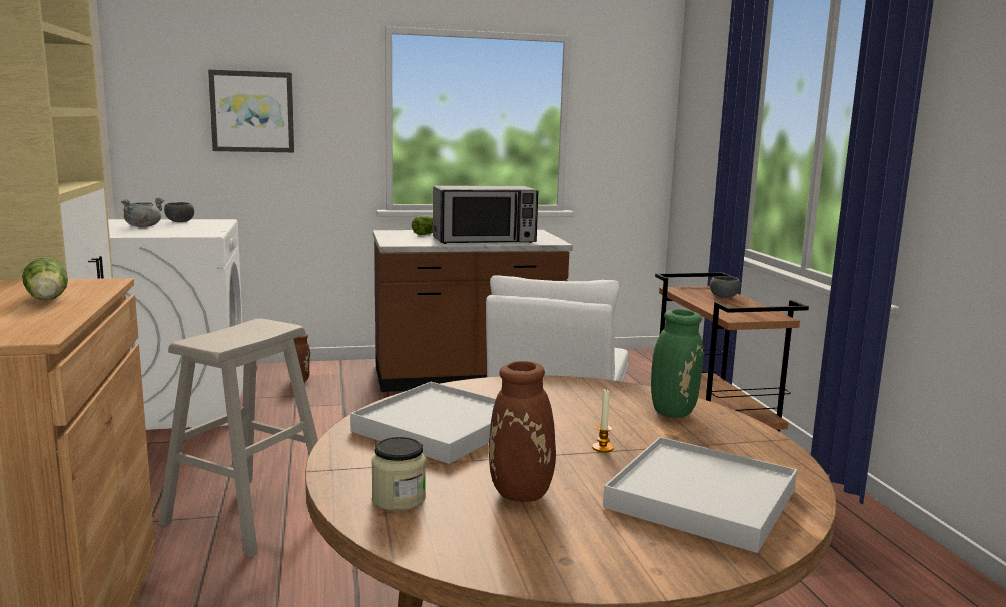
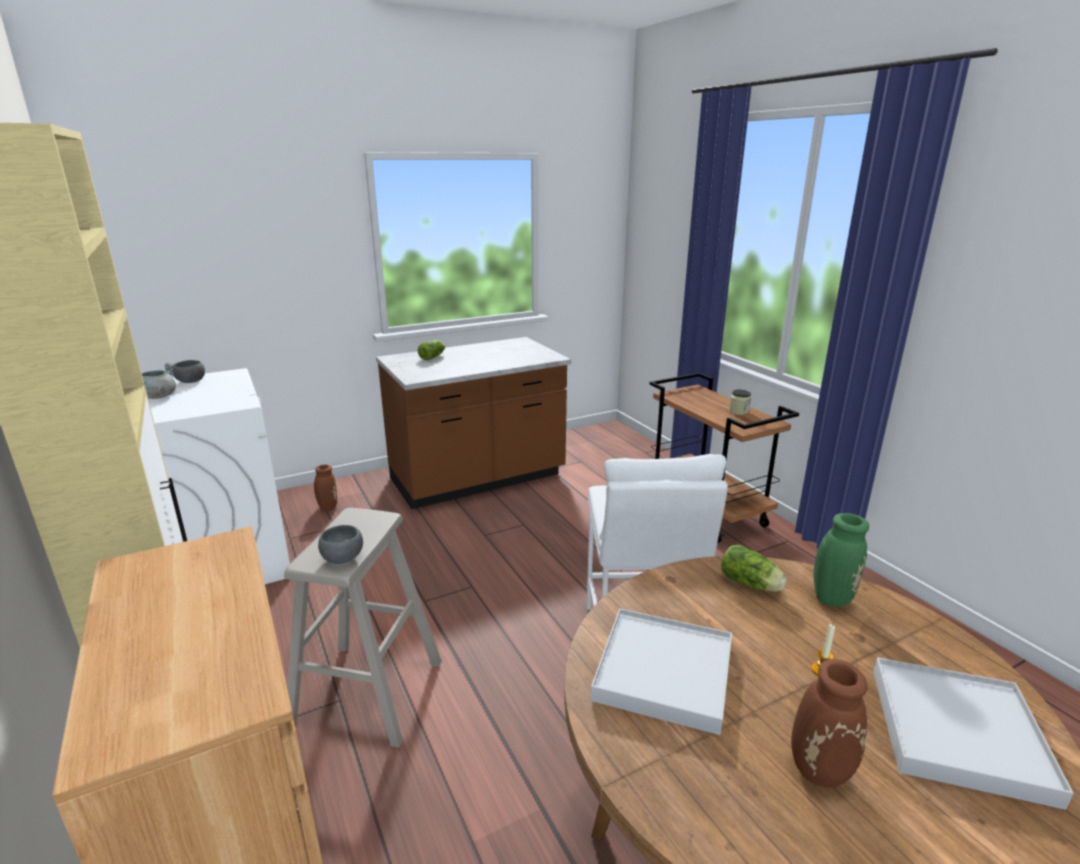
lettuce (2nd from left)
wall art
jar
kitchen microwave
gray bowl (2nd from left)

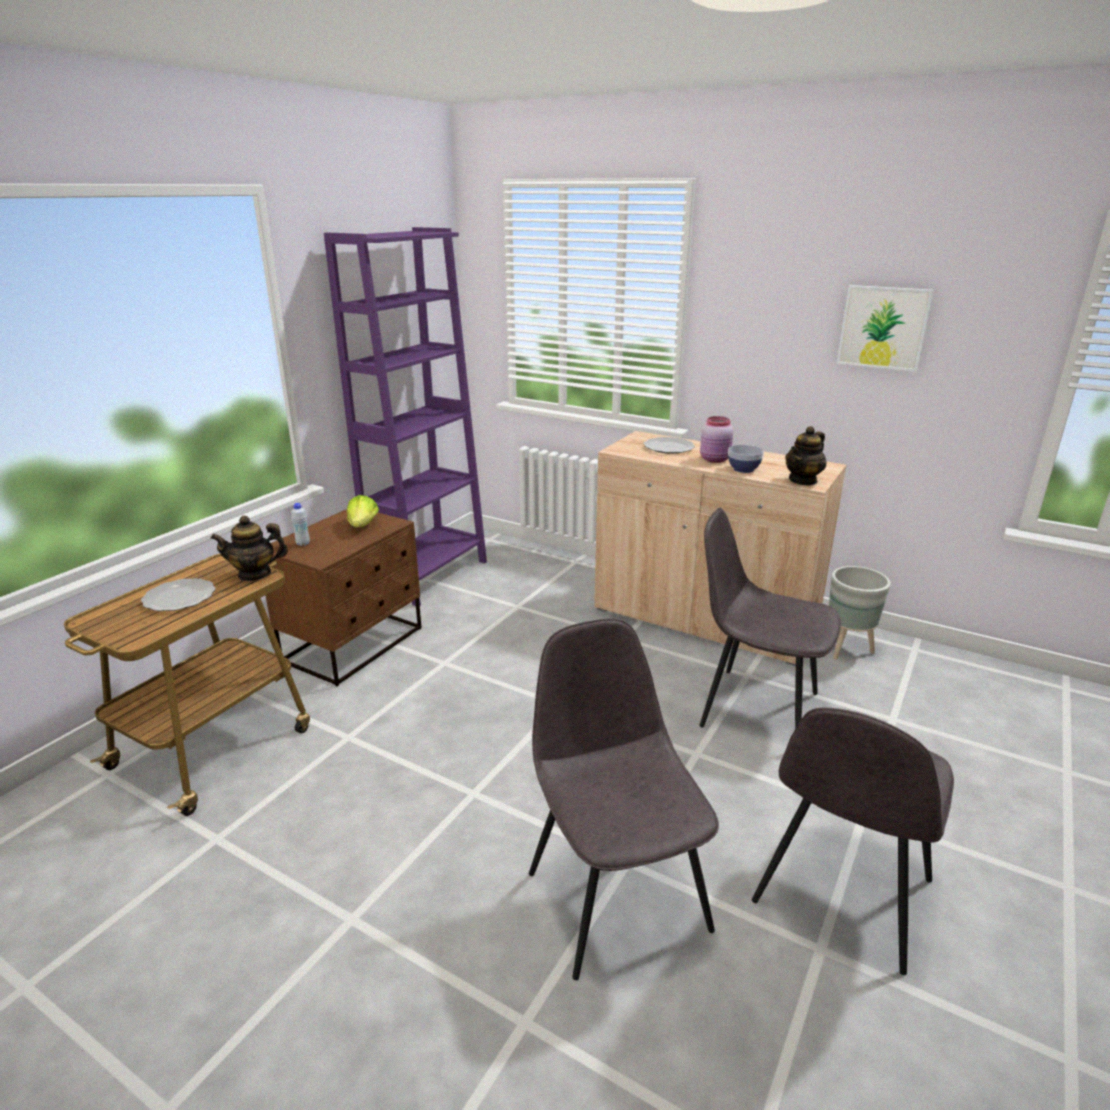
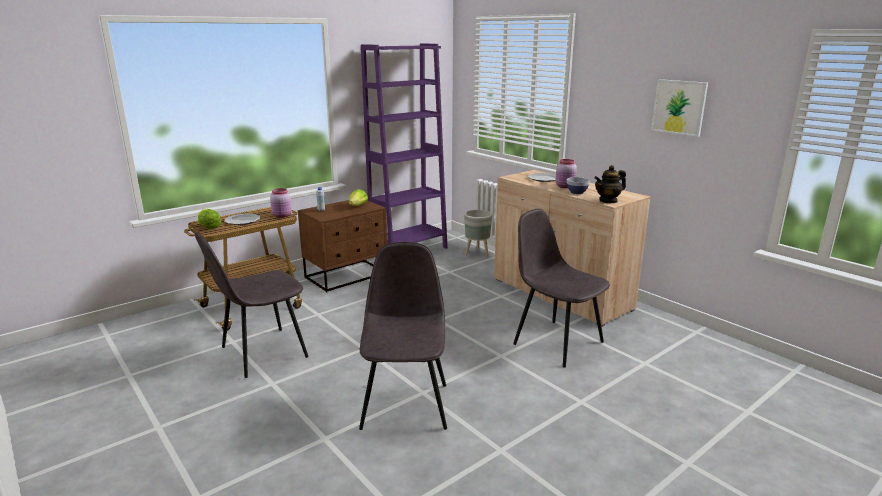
pink-coloured jar (1st from left)
gray upright chair (1st from left)
gray plant pot
lettuce (1st from left)

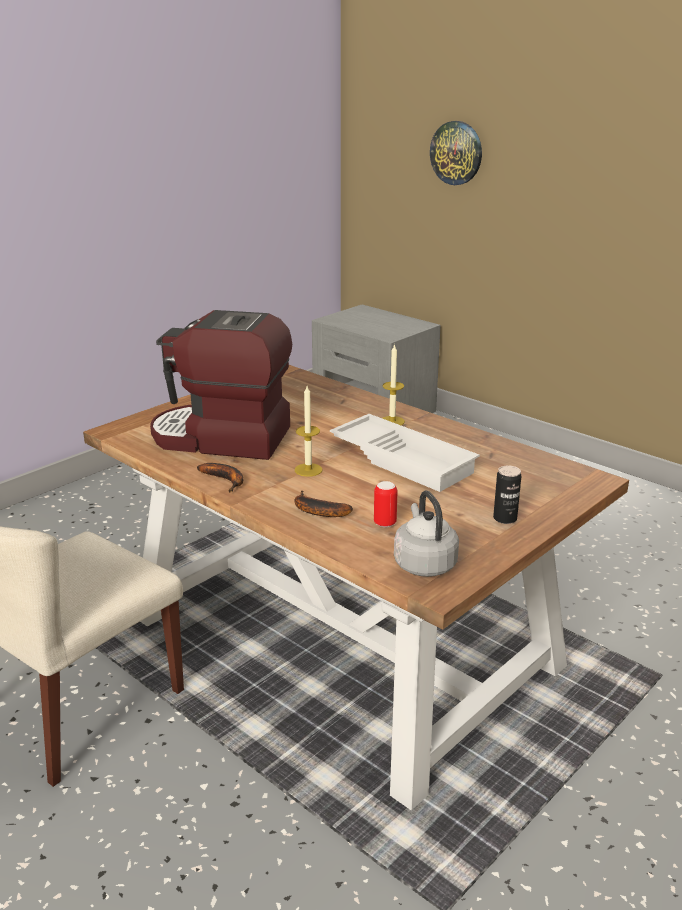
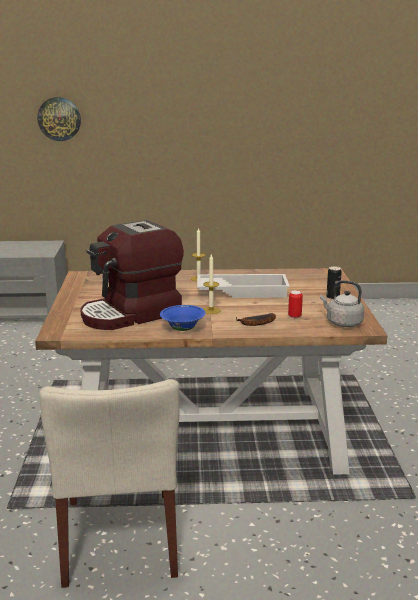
blue bowl

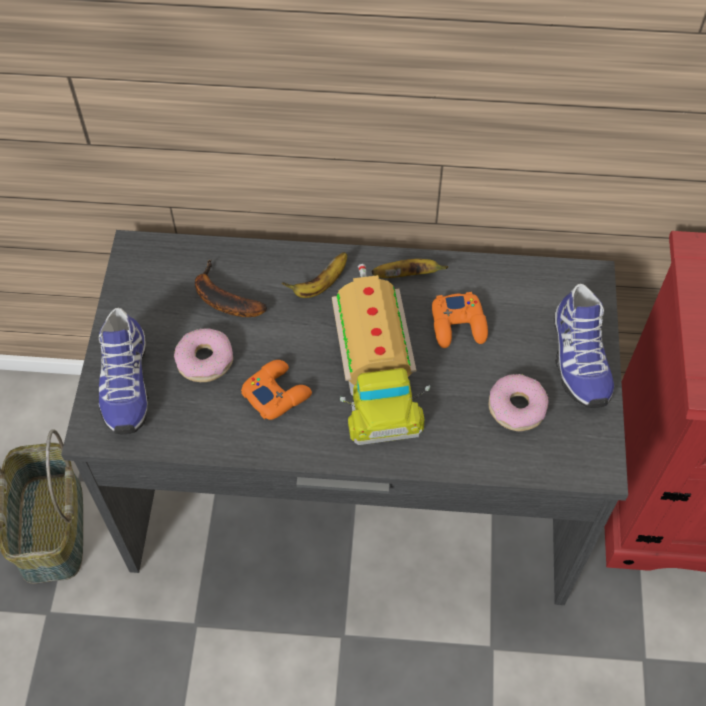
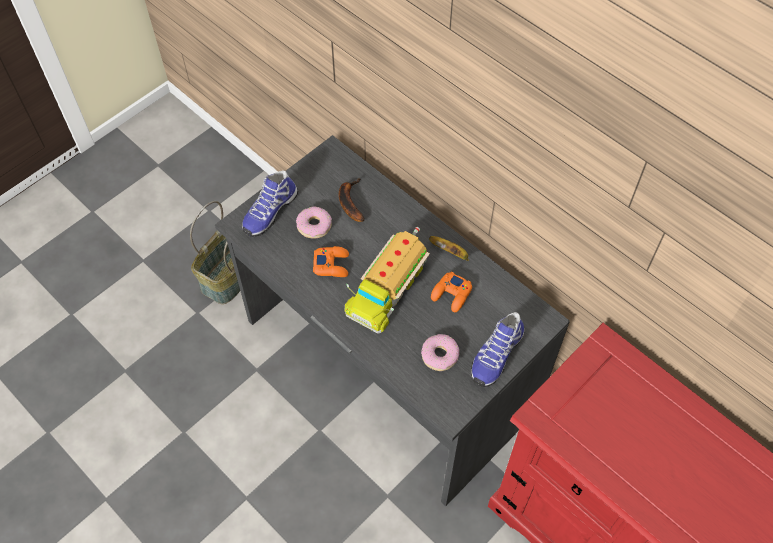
banana (2nd from left in the first image)

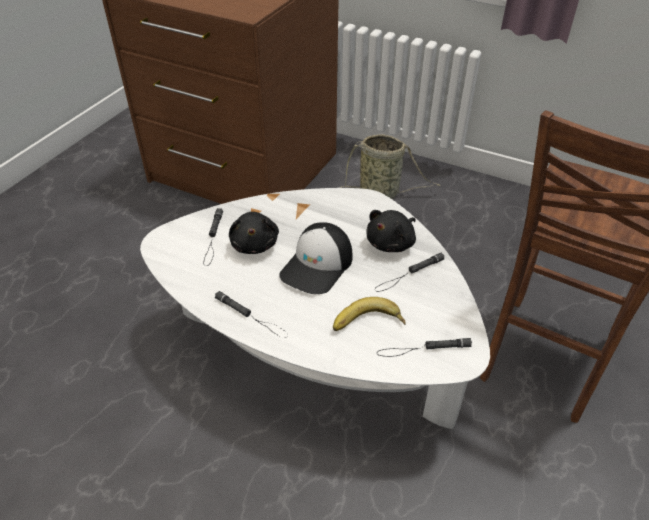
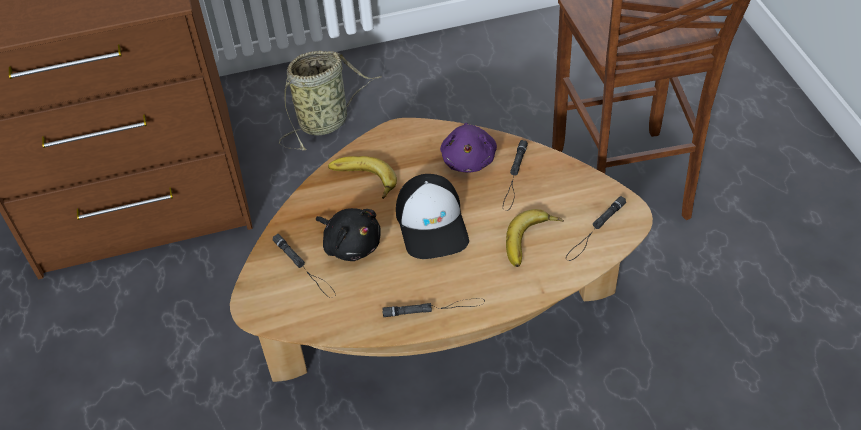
brown-coloured lounge table
purple soft toy
banana (1st from left)

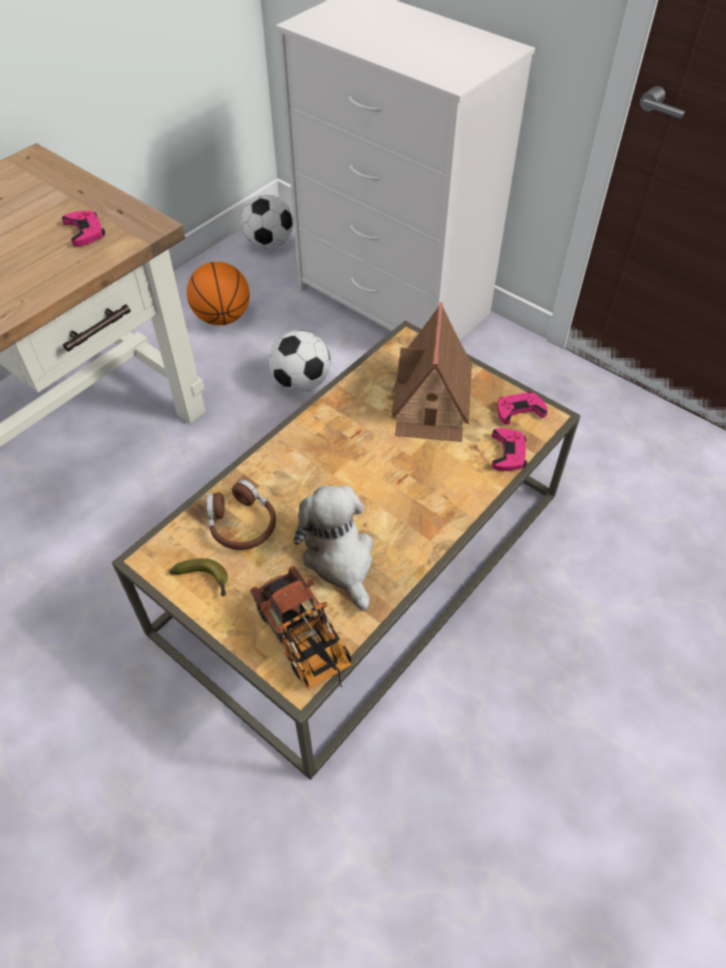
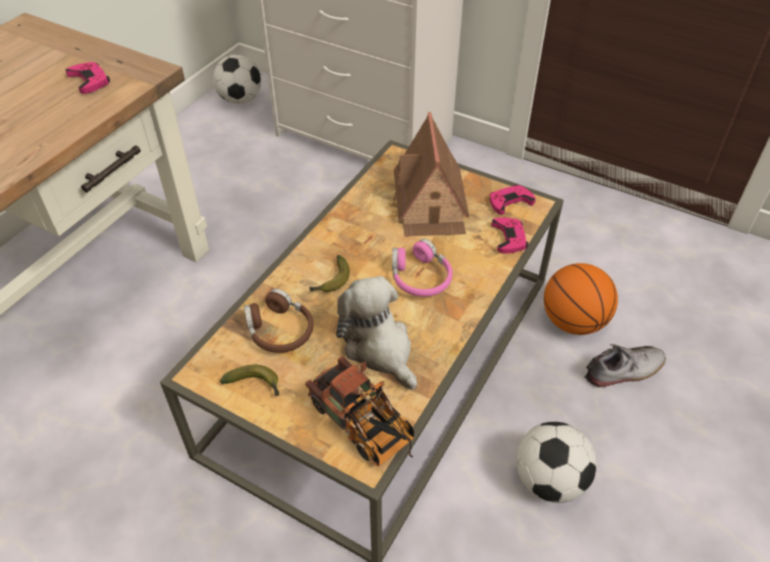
basketball ball
football (2nd from left)
banana (2nd from left)
pink-coloured headset
shoe

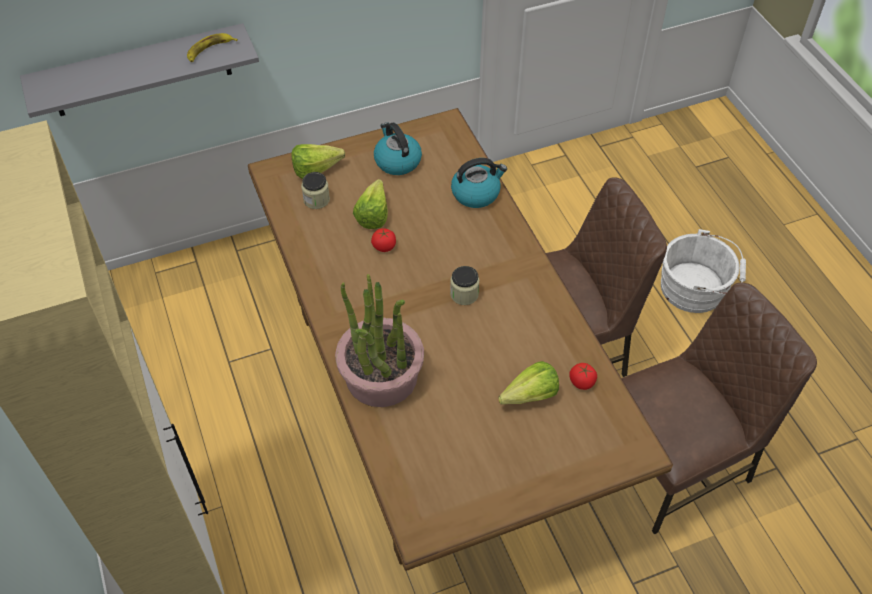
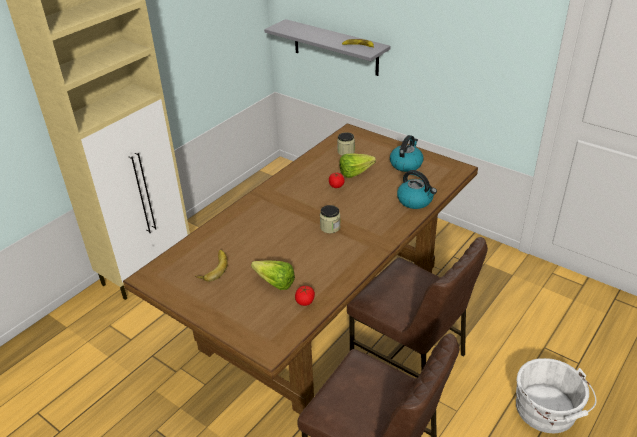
lettuce (1st from left in the first image)
potted plant
banana (1st from left)

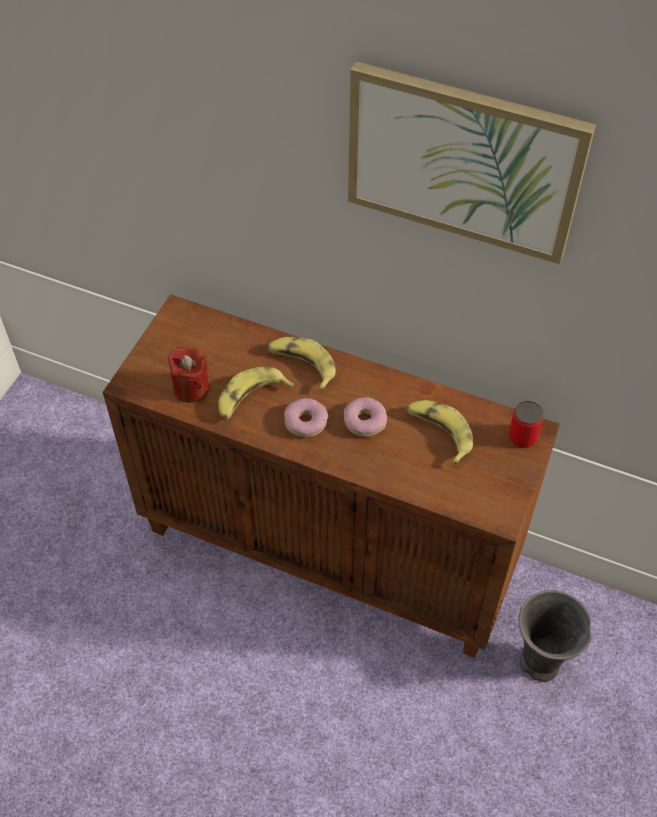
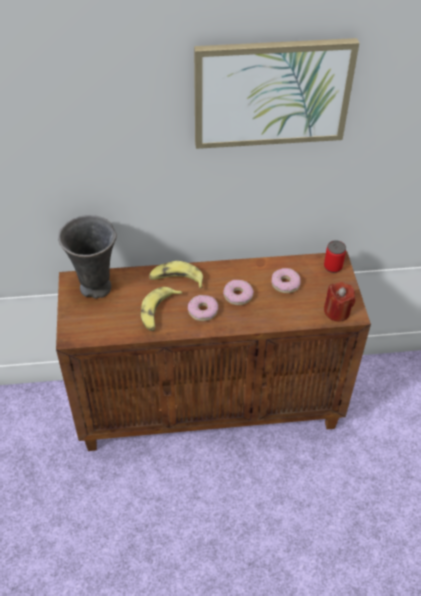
red-coloured wax light
doughnut (3rd from left)
gray decorative vase

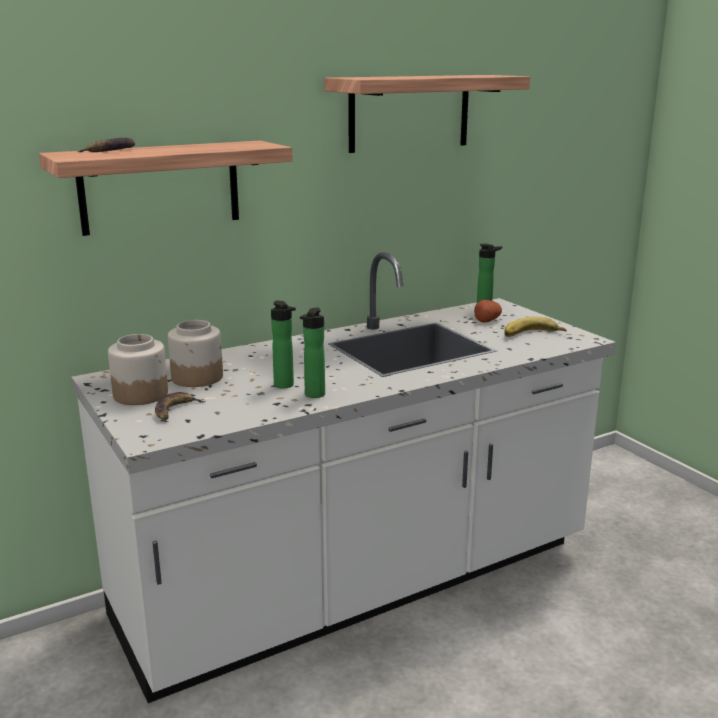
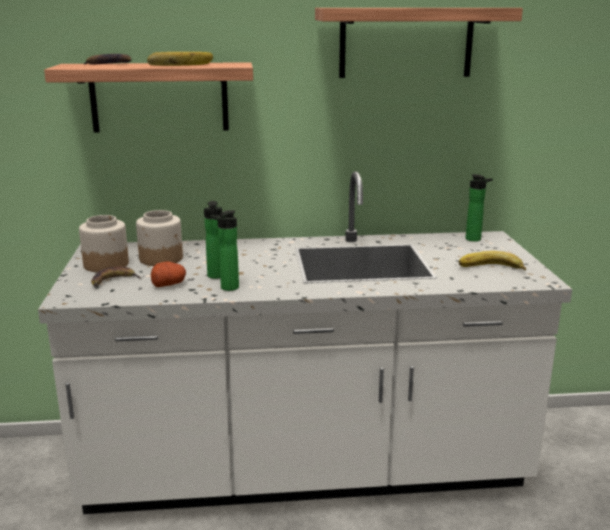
potato
banana (3rd from left)

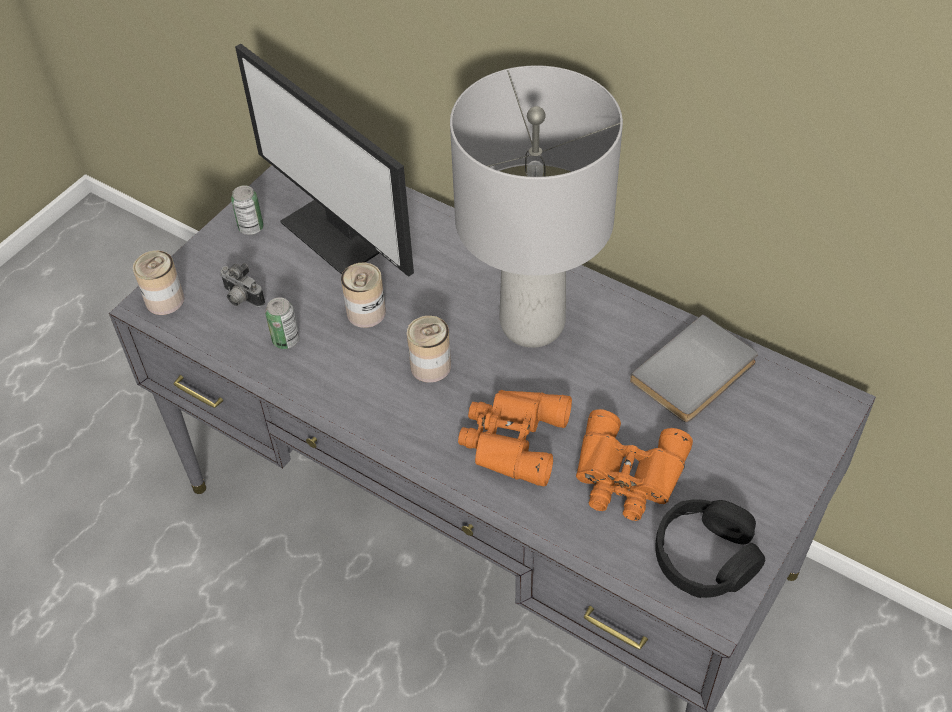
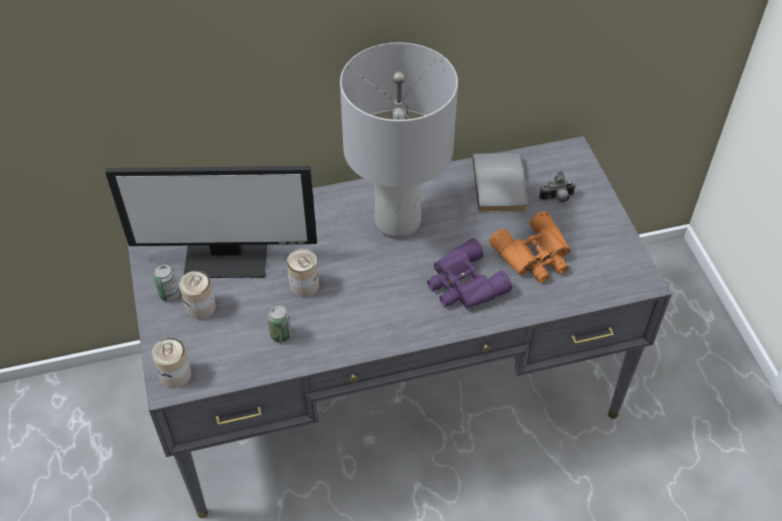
still camera
sealed can (3rd from left)
purple pair of binoculars
blackish headset

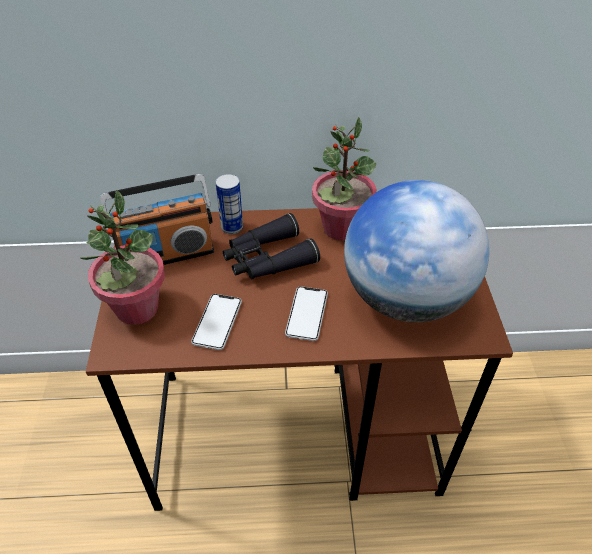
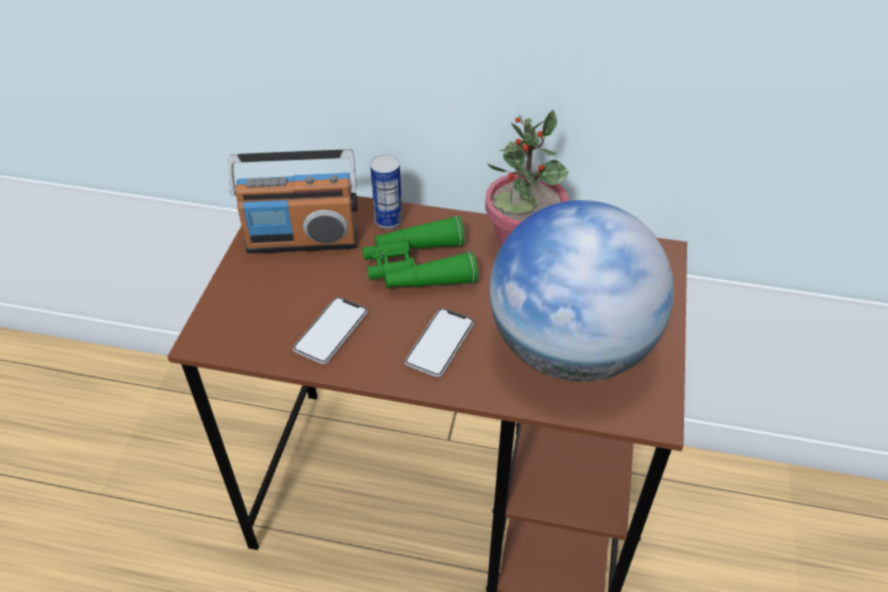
potted plant (1st from left in the first image)
green pair of binoculars

